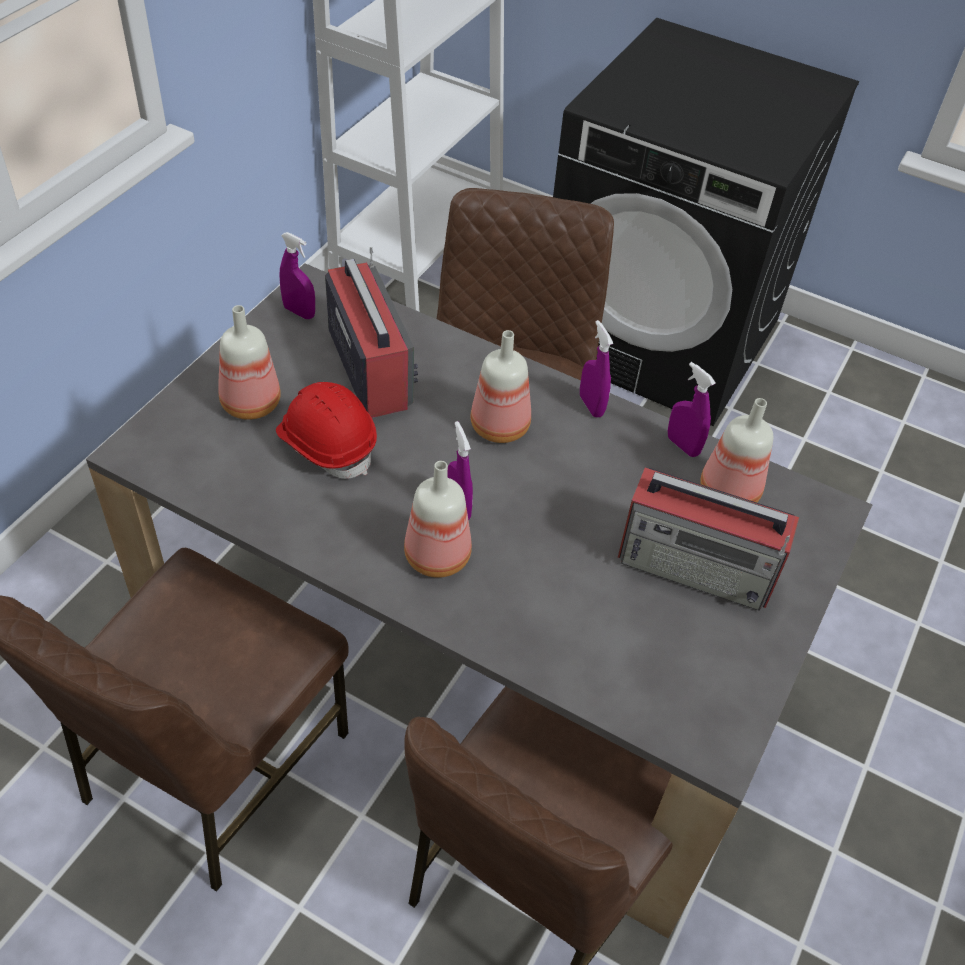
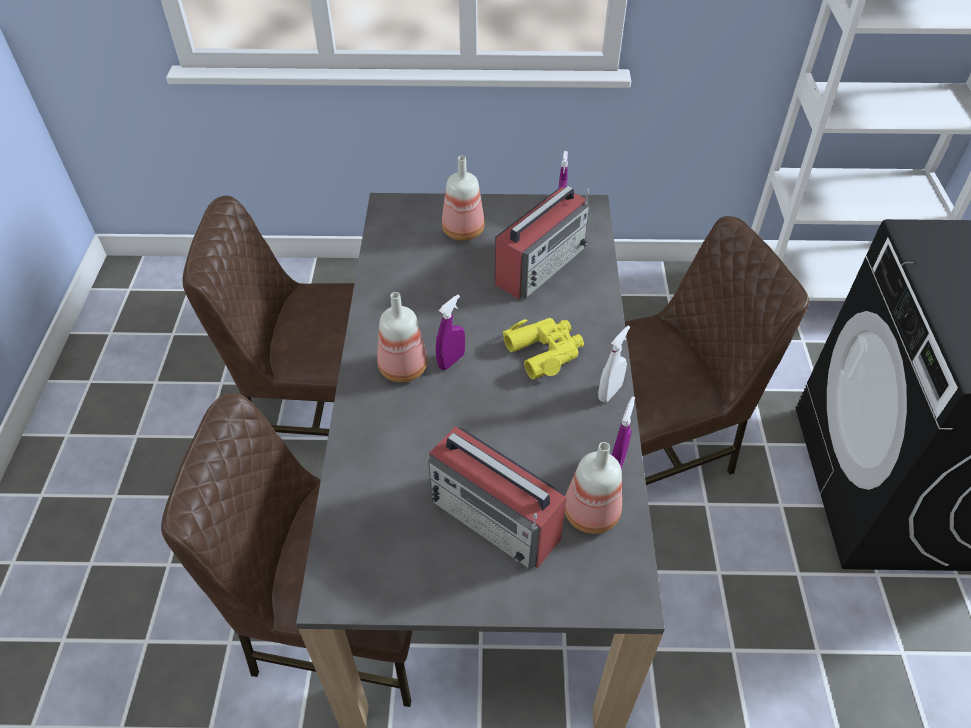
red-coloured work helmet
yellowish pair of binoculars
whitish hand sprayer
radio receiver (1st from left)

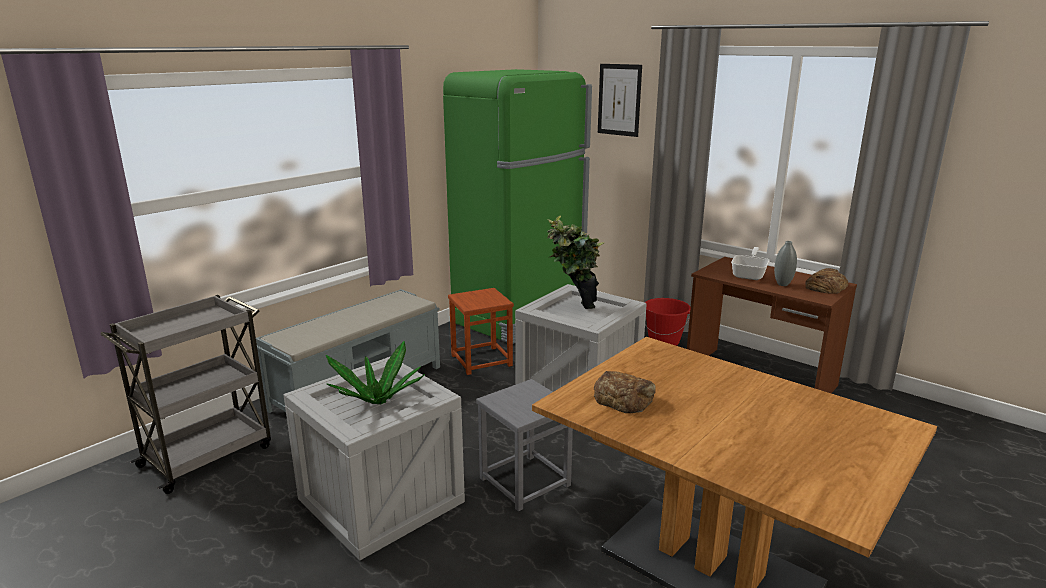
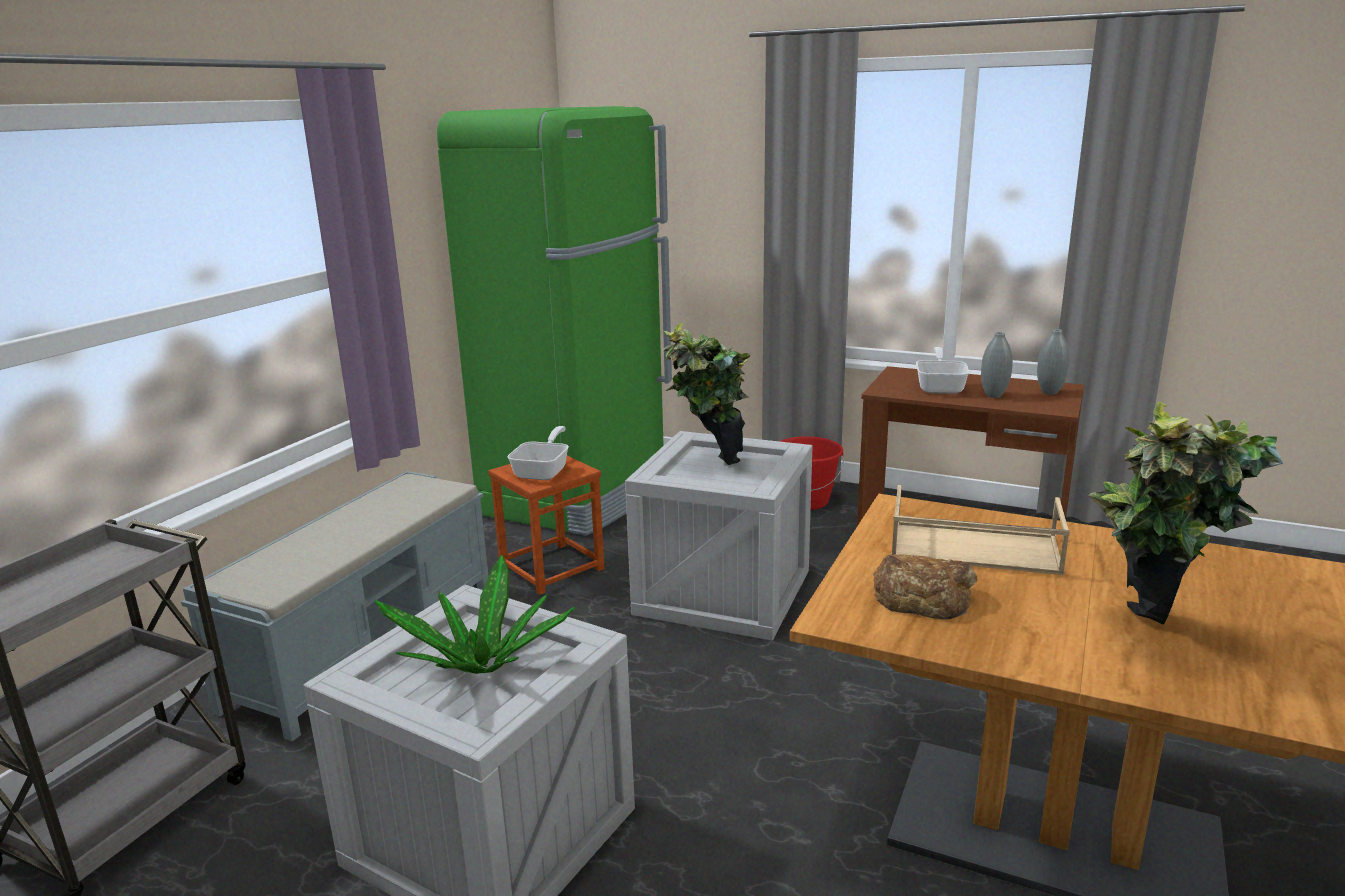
gray sitting stool
wall art
gray decorative vase (2nd from left)
skillet (1st from left)
sand-coloured tray
potted plant (3rd from left)

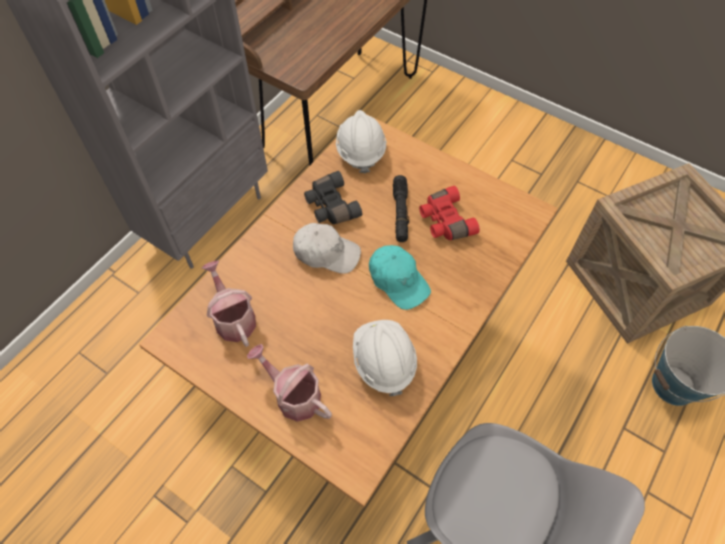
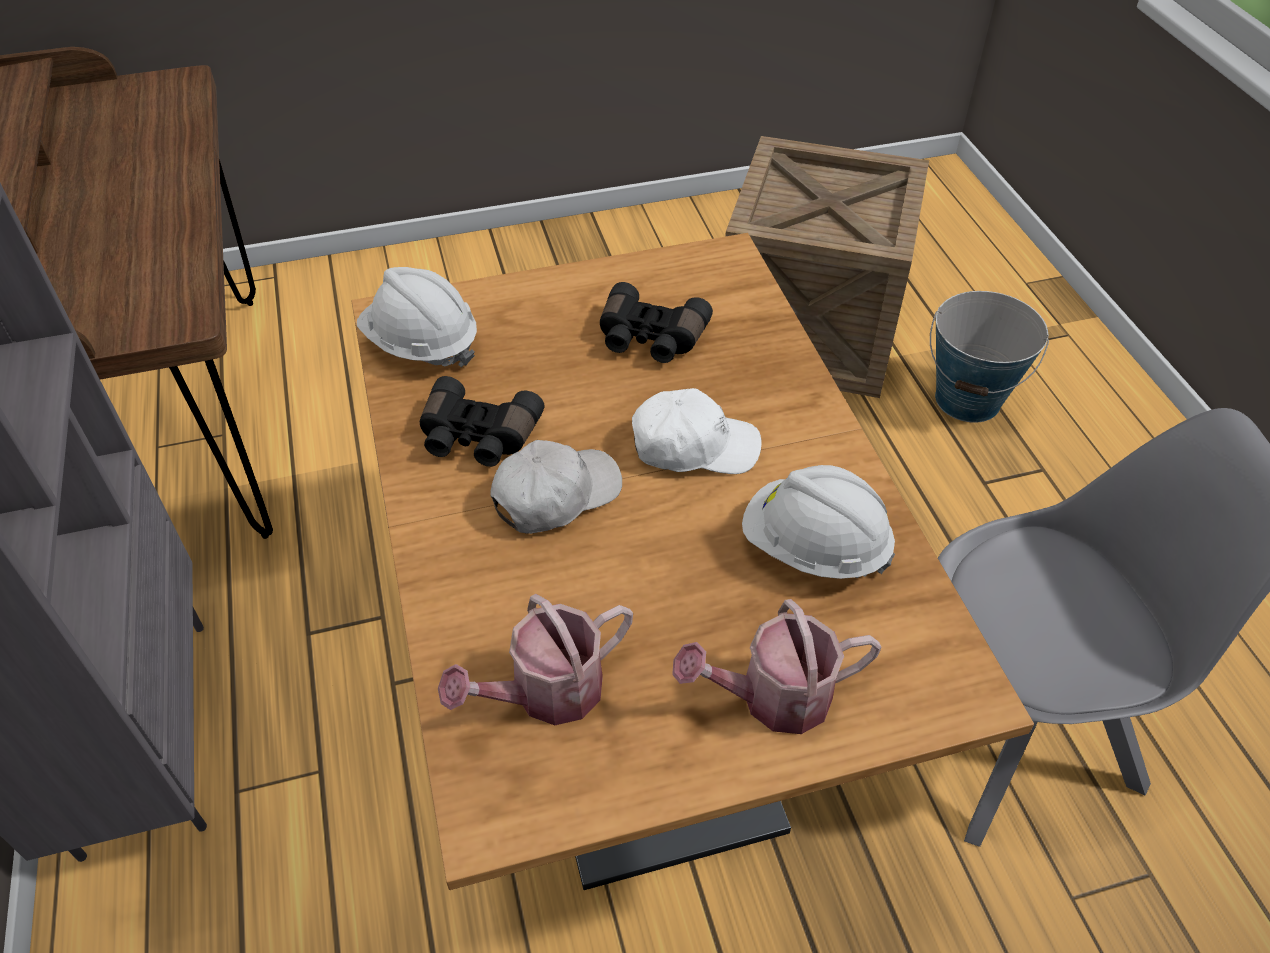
sprinkling can (1st from left)
whitish cap (2nd from left)
blackish torch
blackish pair of binoculars (2nd from left)

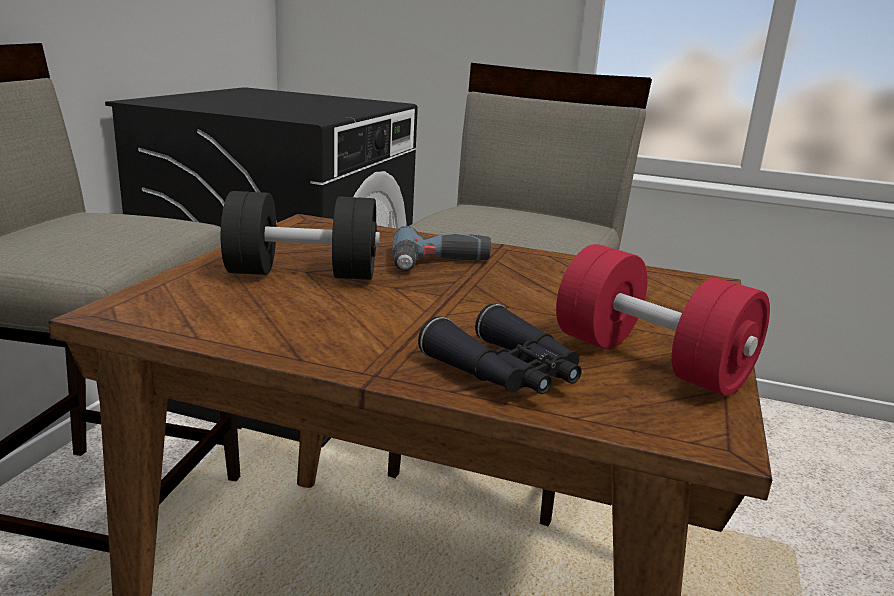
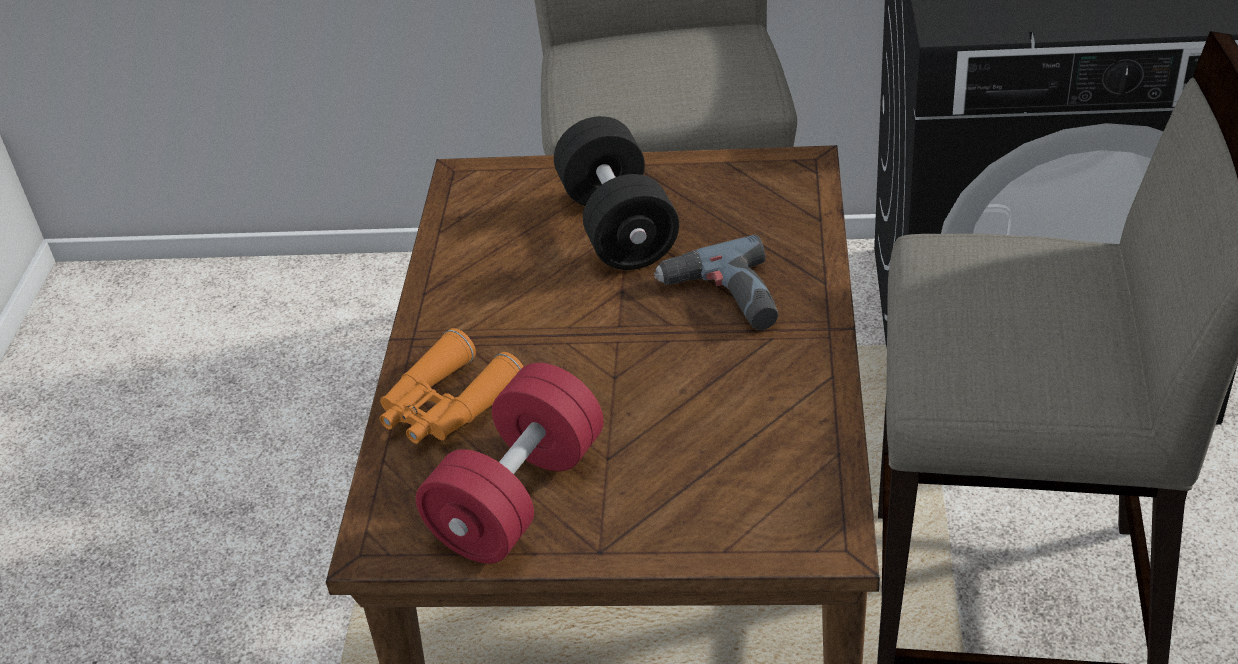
orangey pair of binoculars

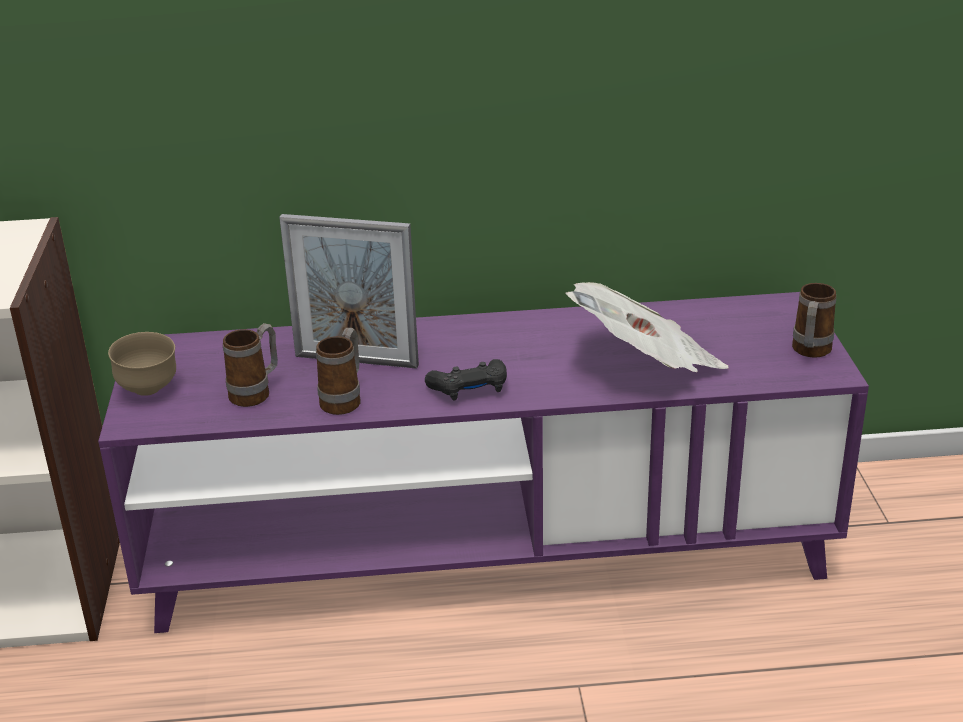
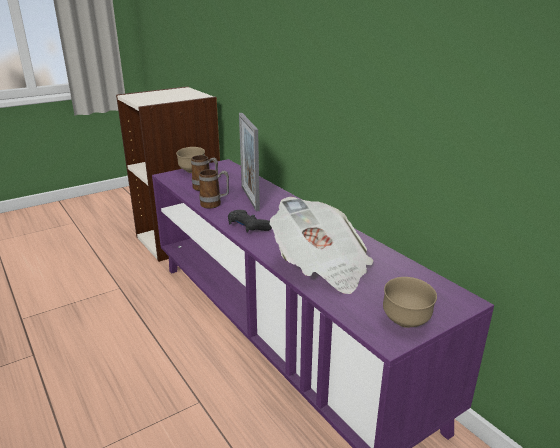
brown-coloured bowl (2nd from left)

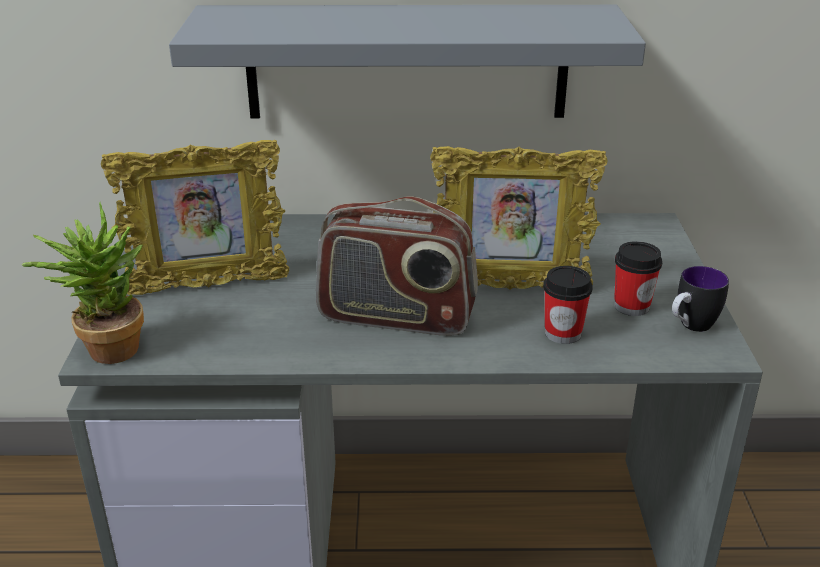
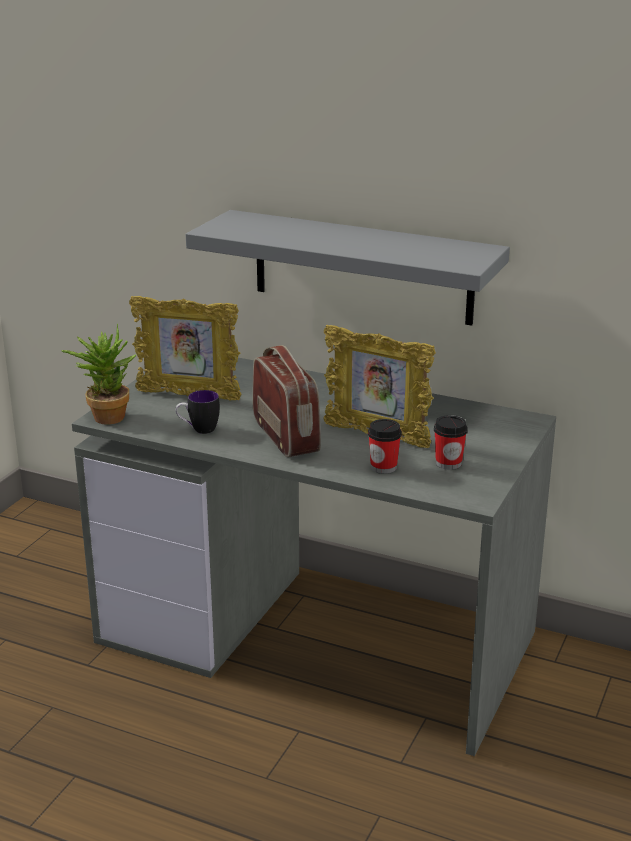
radio receiver
mug

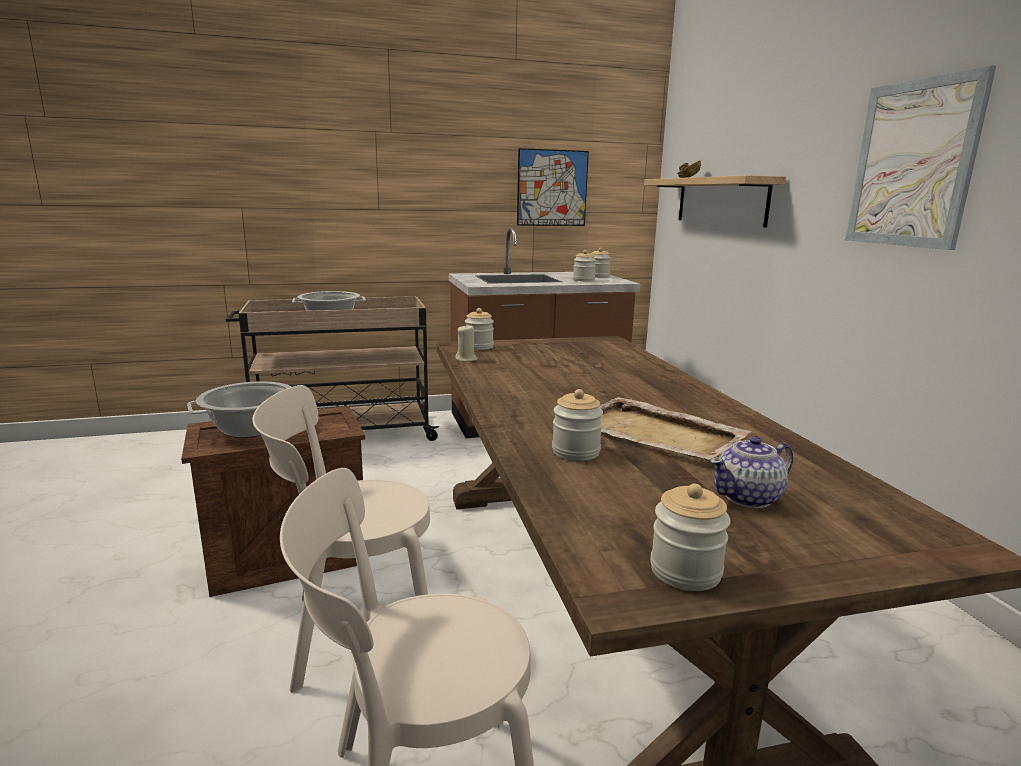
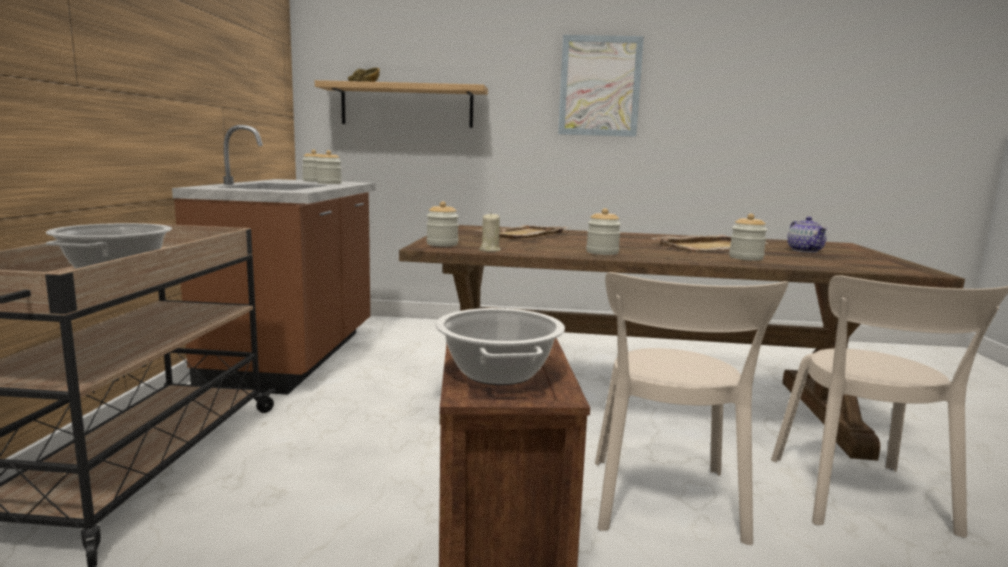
wall art (1st from left in the first image)
jar (4th from left)
sand-coloured tray (1st from left)

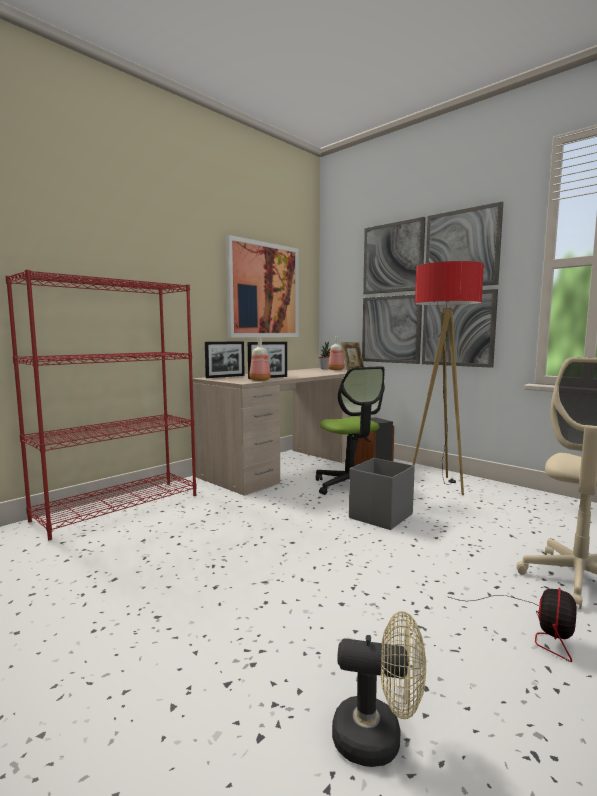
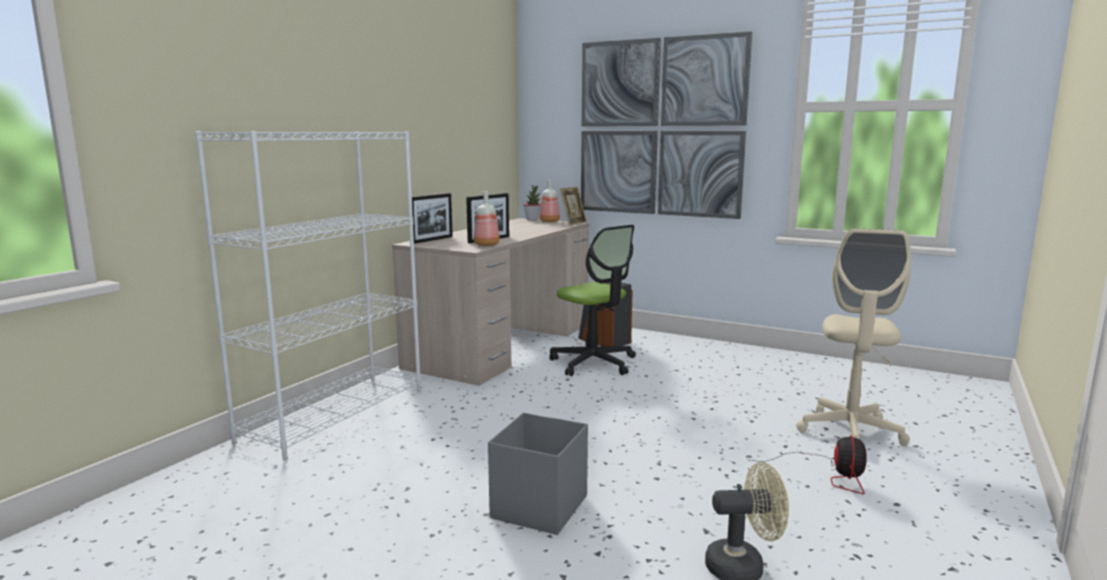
whitish bookshelf
wall art (1st from left in the first image)
gray storage box
standard lamp

